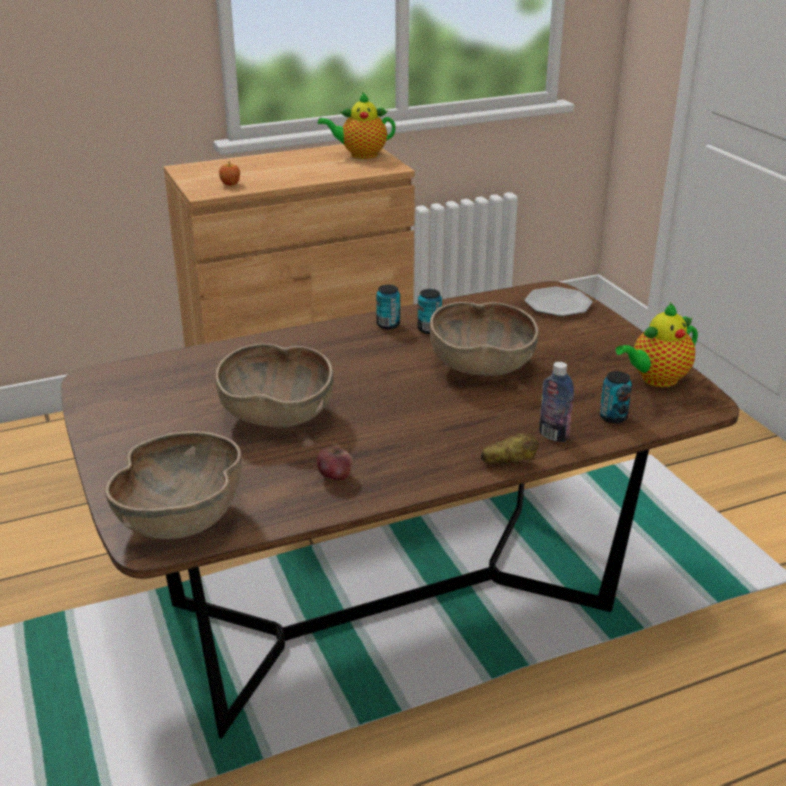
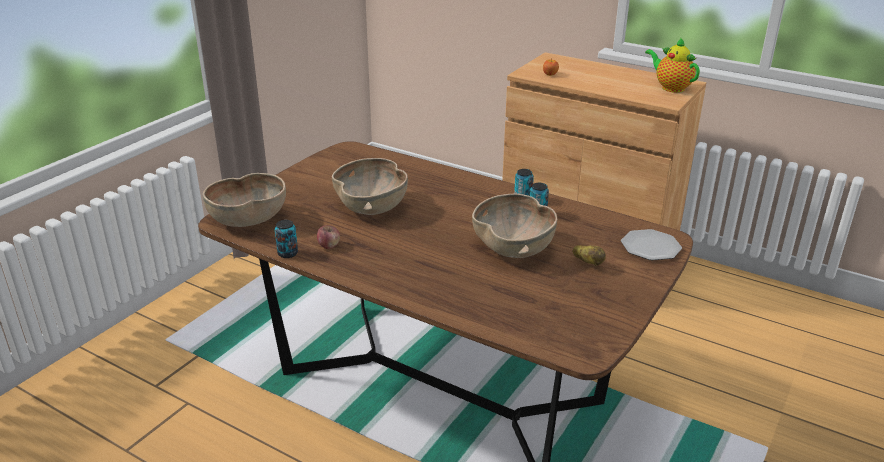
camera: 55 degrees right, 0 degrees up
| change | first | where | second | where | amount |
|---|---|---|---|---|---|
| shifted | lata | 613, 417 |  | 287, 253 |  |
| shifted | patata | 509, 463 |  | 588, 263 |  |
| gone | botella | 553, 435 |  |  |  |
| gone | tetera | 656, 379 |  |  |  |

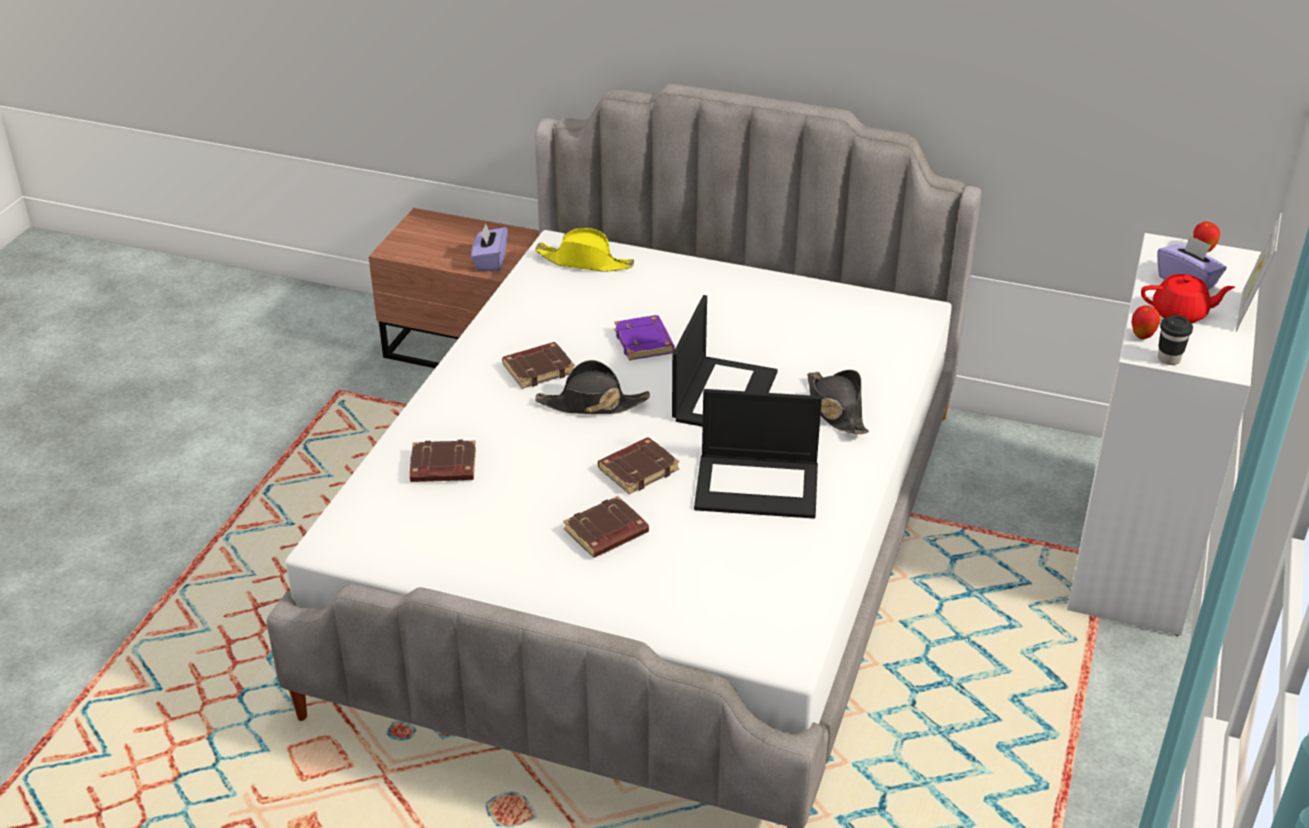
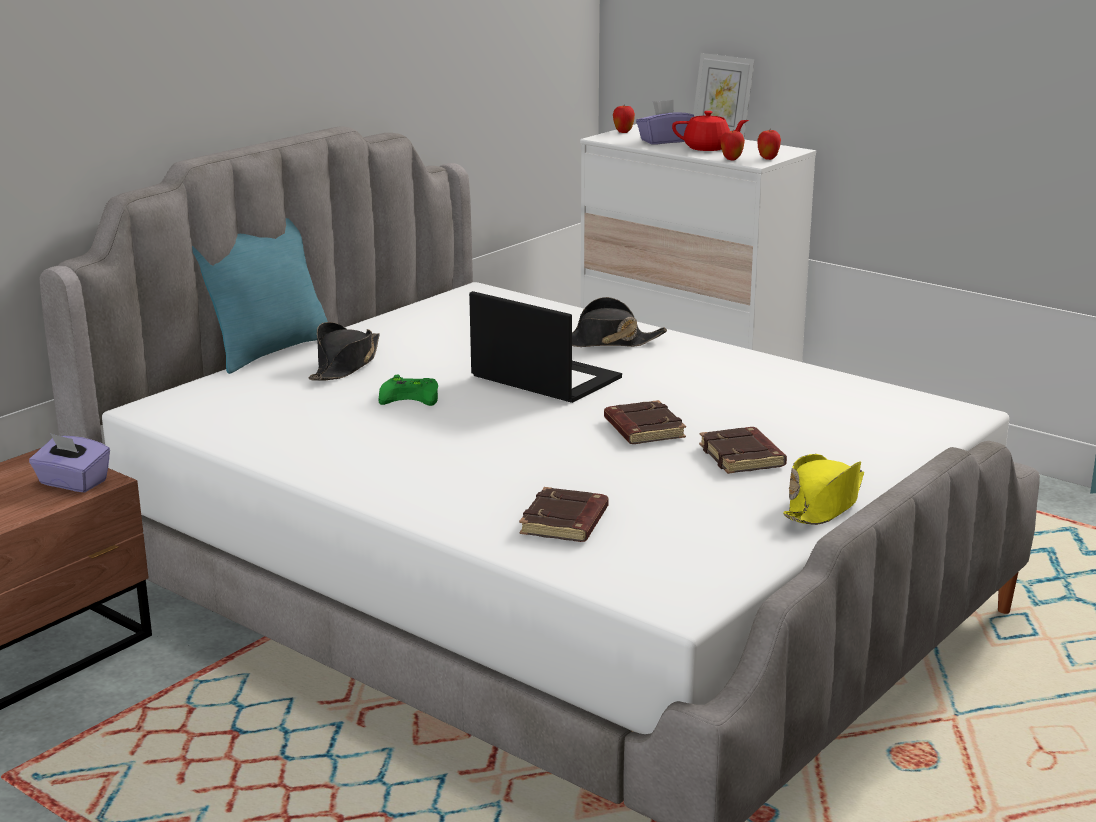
camera: 70 degrees left, 15 degrees down
| change | first | where | second | where | amount |
|---|---|---|---|---|---|
| new |  |  | cojín/turquesa | 270, 351 |  |
| shifted | sombrero/negro | 592, 404 |  | 345, 365 |  |
| swapped | libro/morado | 645, 342 | mando de consola/verde | 412, 396 |  |
| rotated | tetera/rojo | 1180, 314 |  | 708, 148 | 75 degrees clockwise |
| swapped | taza/negro | 1168, 359 | manzana | 768, 158 |  |
| shifted | sombrero/amarillo | 585, 262 |  | 824, 504 |  |
| gone | libro/marrón | 538, 369 |  |  |  |
| gone | portátil | 758, 485 |  |  |  |

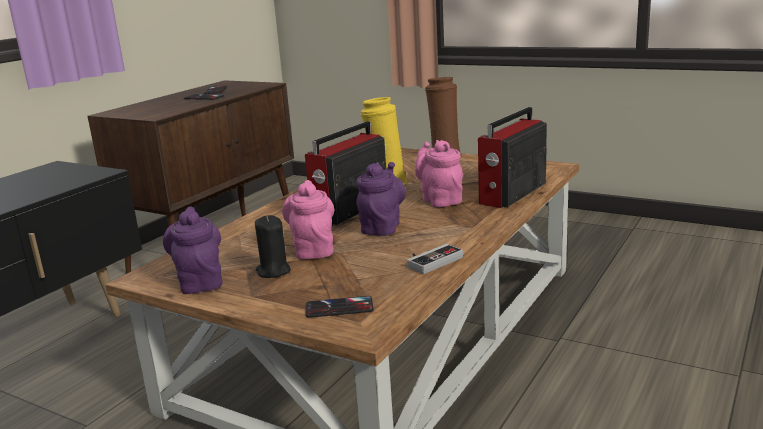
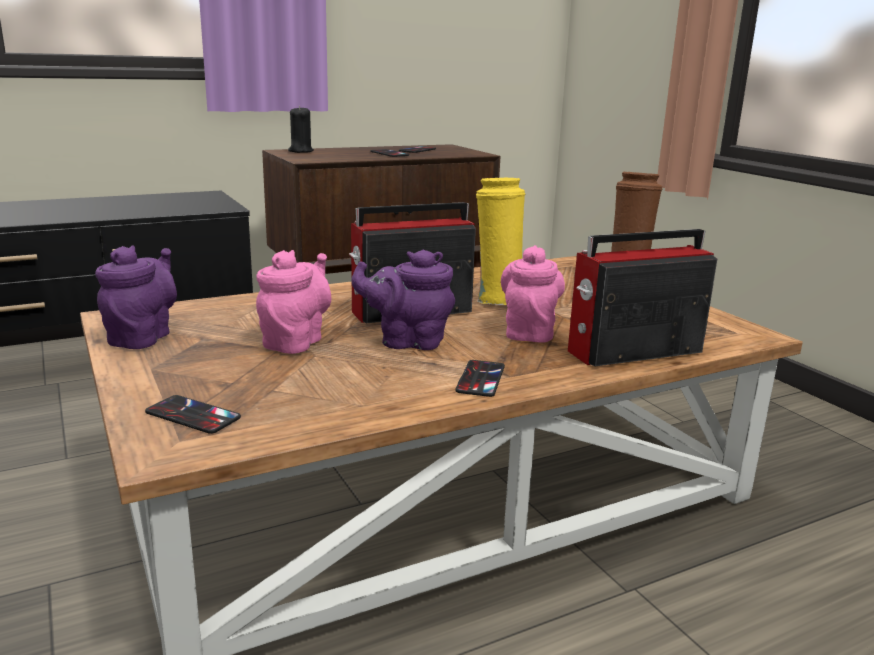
camera: 30 degrees right, 0 degrees up
| change | first | where | second | where | amount |
|---|---|---|---|---|---|
| shifted | vela/negro | 273, 271 |  | 300, 151 |  |
| rotated | tetera/morado | 382, 227 |  | 407, 341 | 135 degrees counterclockwise |
| new |  |  | móvil | 480, 379 |  |
| gone | mando de consola | 431, 260 |  |  |  |

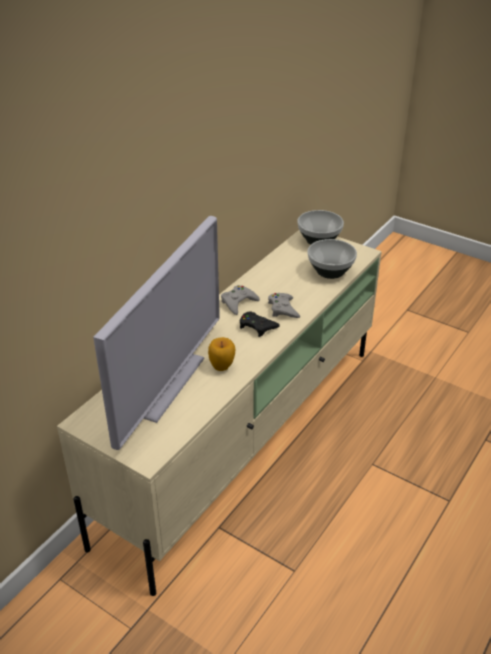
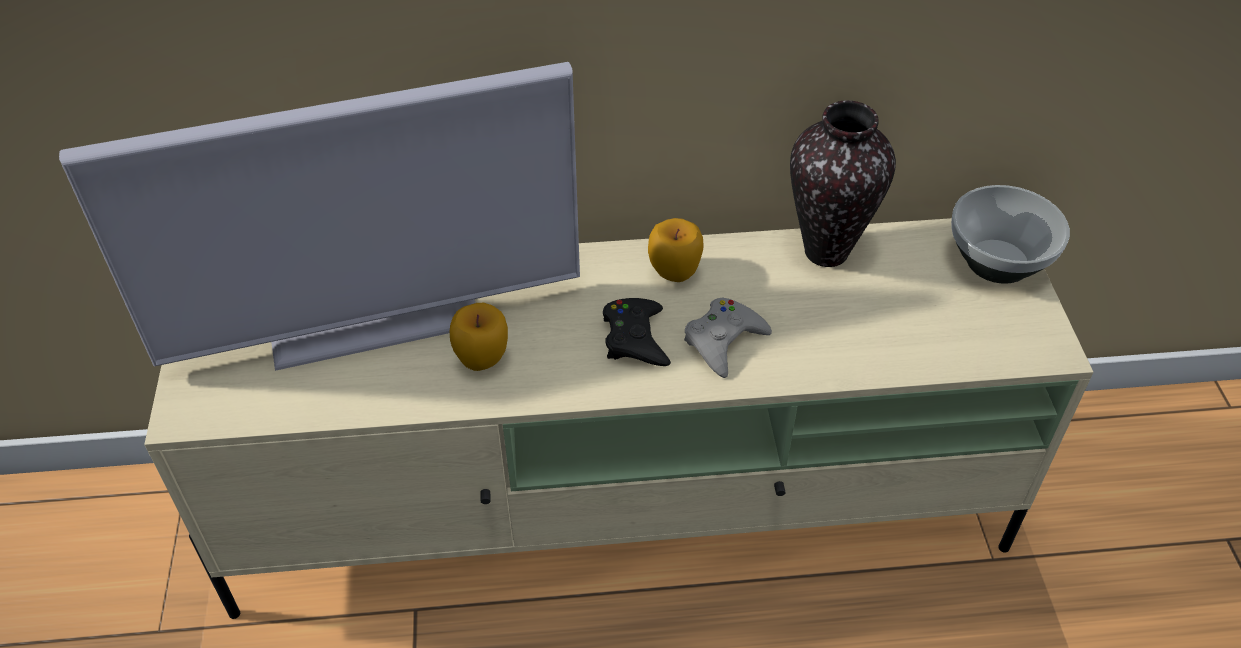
camera: 50 degrees right, 10 degrees up
| change | first | where | second | where | amount |
|---|---|---|---|---|---|
| swapped | mando de consola/gris | 238, 302 | manzana | 674, 274 |  |
| new |  |  | florero | 828, 251 |  |
| gone | cuenco | 330, 272 |  |  |  |

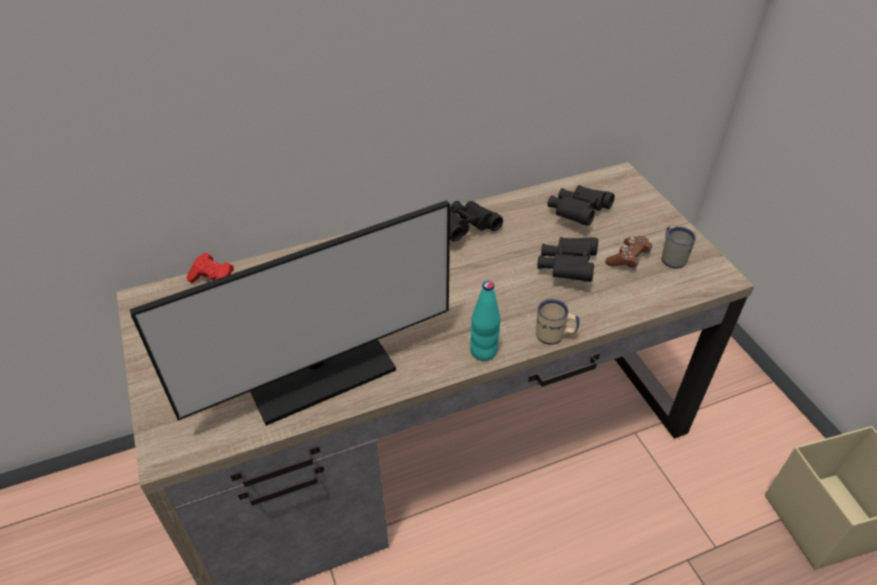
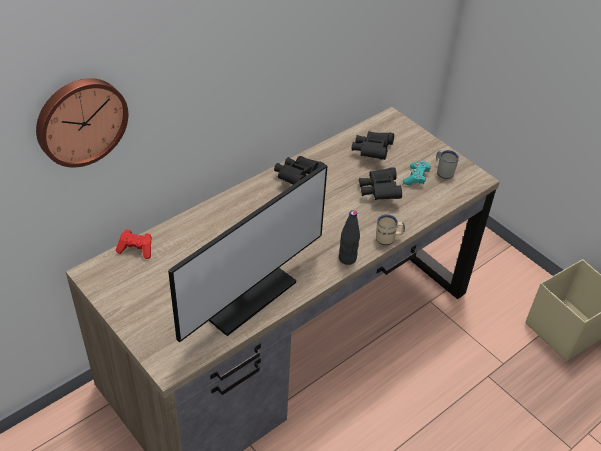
camera: 20 degrees left, 0 degrees up
| change | first | where | second | where | amount |
|---|---|---|---|---|---|
| new |  |  | reloj de pared | 80, 120 |  |
| repainted | botella/turquesa | 483, 352 | botella/negro | 347, 258 |  |
| repainted | mando de consola/marrón | 628, 258 | mando de consola/turquesa | 416, 177 |  |

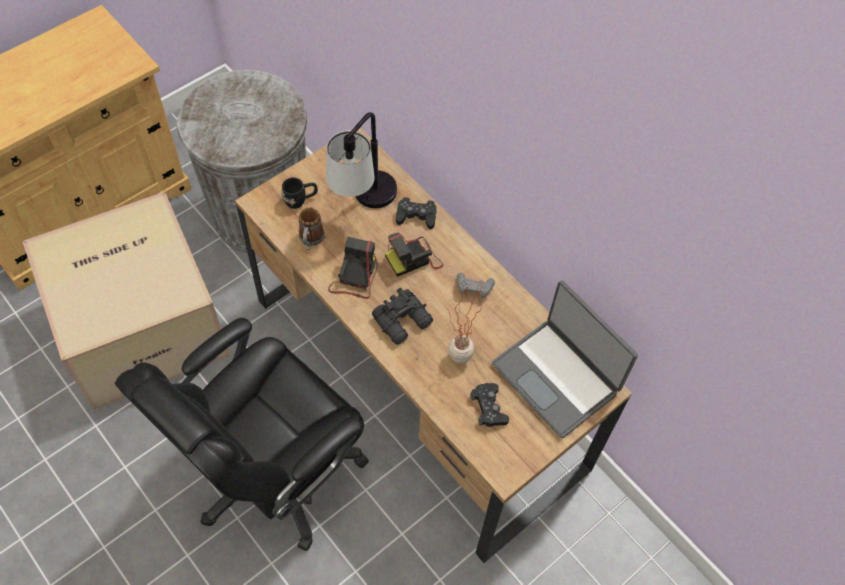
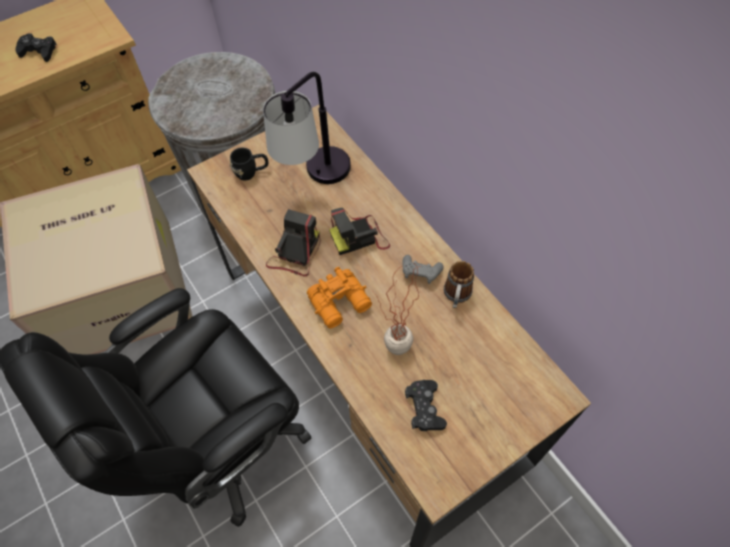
camera: 10 degrees right, 0 degrees up
| change | first | where | second | where | amount |
|---|---|---|---|---|---|
| shifted | mando de consola/negro | 416, 216 |  | 39, 51 |  |
| repainted | prismáticos/negro | 404, 321 | prismáticos/naranja | 341, 303 |  |
| shifted | taza grande | 310, 241 |  | 456, 297 |  |
| gone | portátil | 556, 377 |  |  |  |

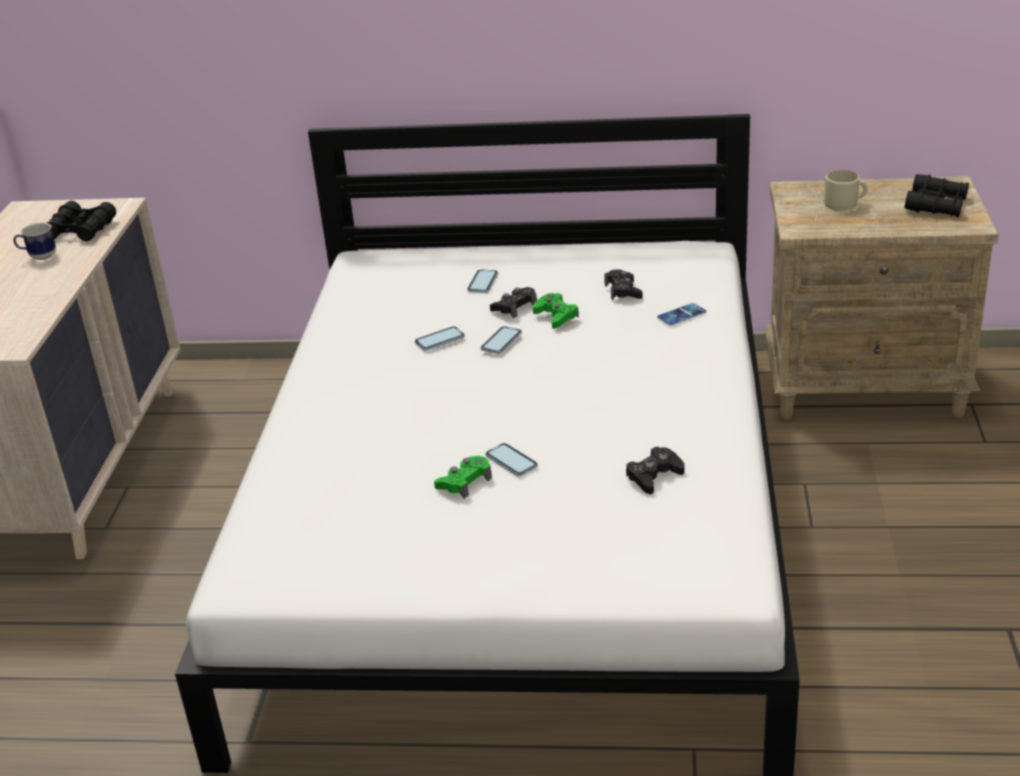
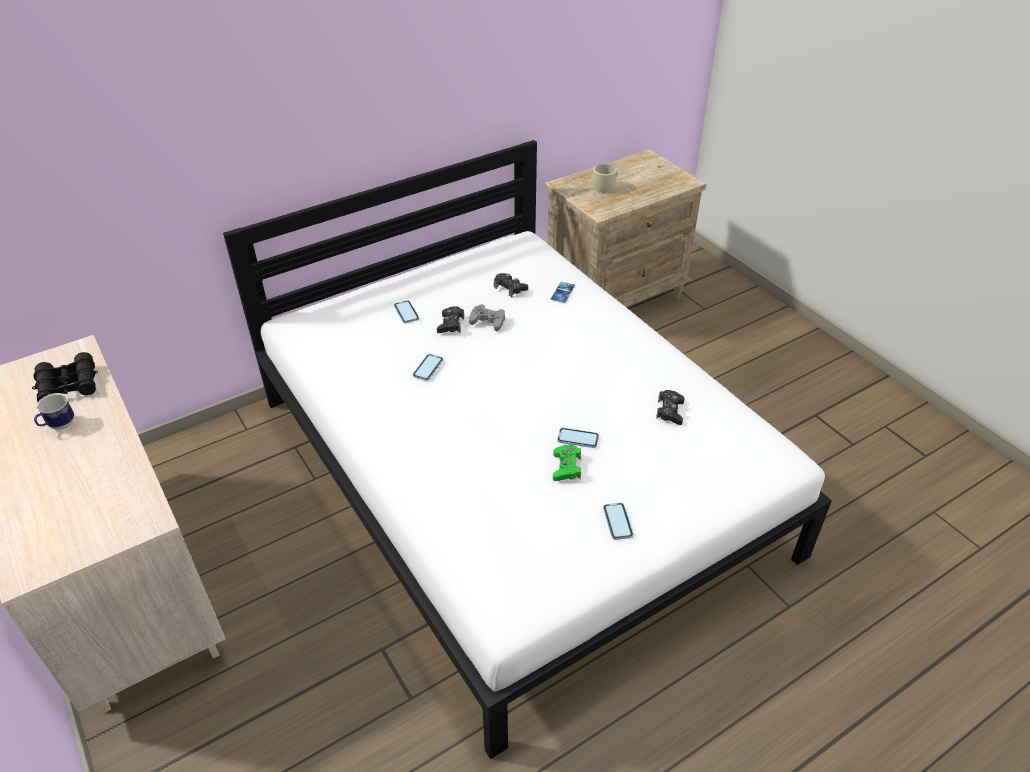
camera: 40 degrees left, 10 degrees up
| change | first | where | second | where | amount |
|---|---|---|---|---|---|
| repainted | mando de consola/verde | 556, 316 | mando de consola/gris | 488, 321 |  |
| shifted | móvil | 501, 341 |  | 617, 522 |  |
| gone | prismáticos/negro | 936, 205 |  |  |  |

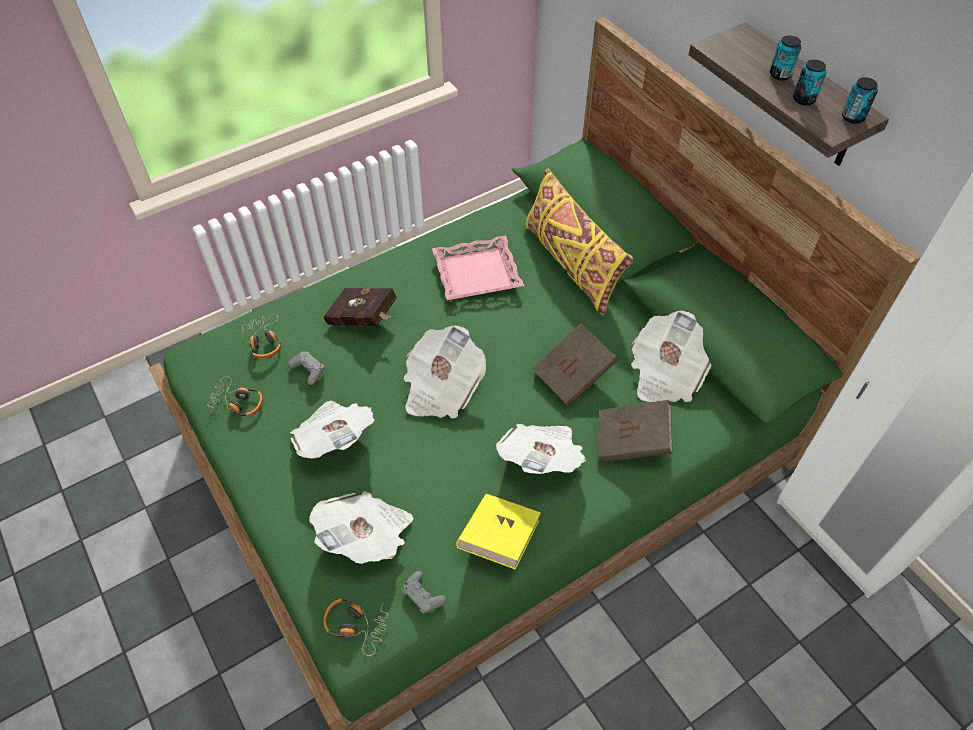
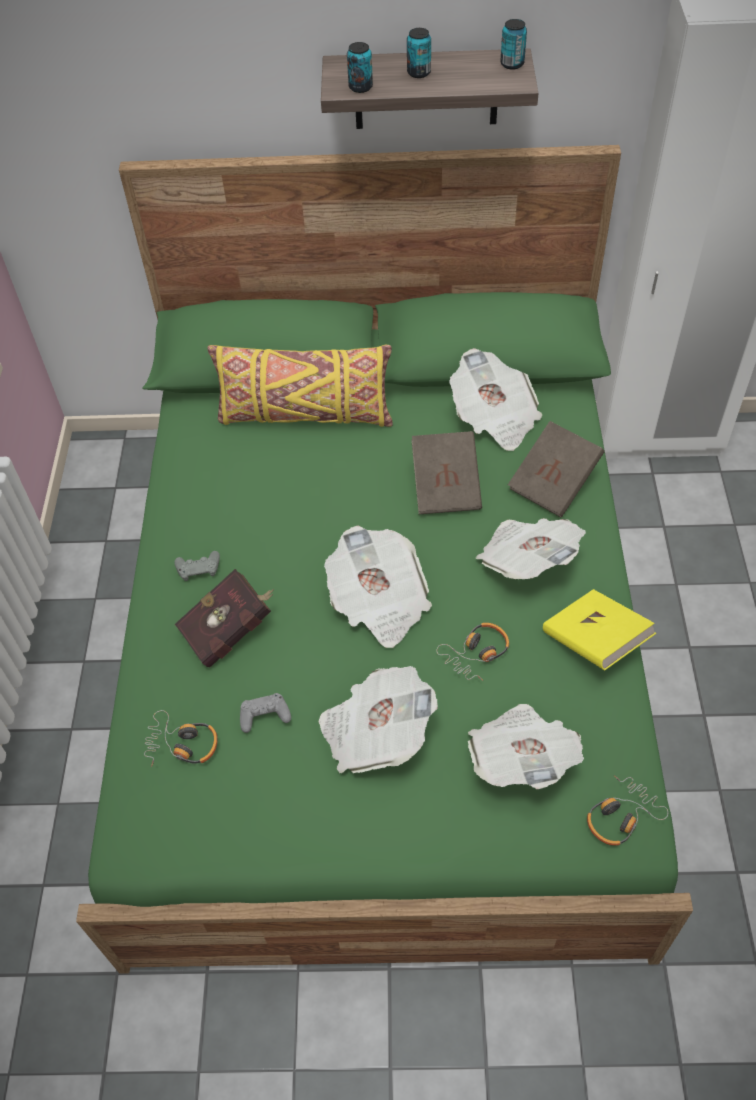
camera: 55 degrees left, 0 degrees up
| change | first | where | second | where | amount |
|---|---|---|---|---|---|
| shifted | mando de consola/gris | 423, 595 |  | 198, 568 |  |
| shifted | lata | 803, 99 |  | 360, 87 |  |
| shifted | auriculares | 237, 403 |  | 476, 654 |  |
| gone | bandeja/rosa | 477, 273 |  |  |  |

